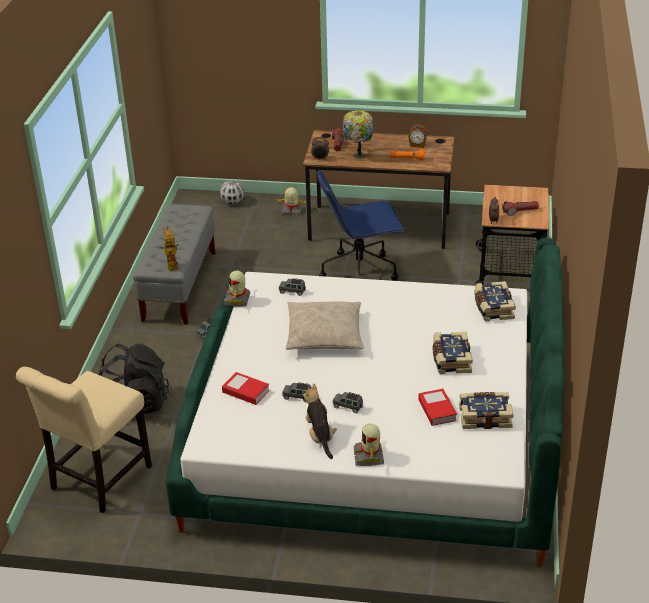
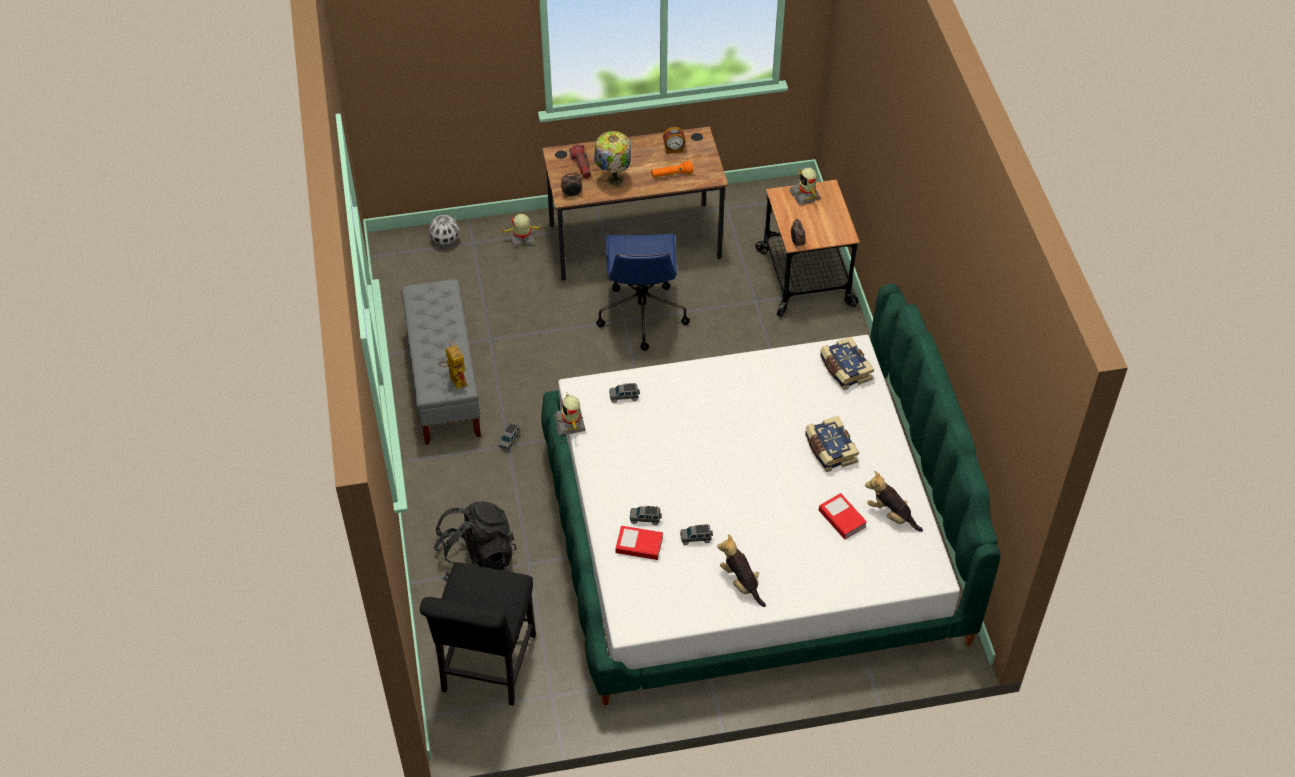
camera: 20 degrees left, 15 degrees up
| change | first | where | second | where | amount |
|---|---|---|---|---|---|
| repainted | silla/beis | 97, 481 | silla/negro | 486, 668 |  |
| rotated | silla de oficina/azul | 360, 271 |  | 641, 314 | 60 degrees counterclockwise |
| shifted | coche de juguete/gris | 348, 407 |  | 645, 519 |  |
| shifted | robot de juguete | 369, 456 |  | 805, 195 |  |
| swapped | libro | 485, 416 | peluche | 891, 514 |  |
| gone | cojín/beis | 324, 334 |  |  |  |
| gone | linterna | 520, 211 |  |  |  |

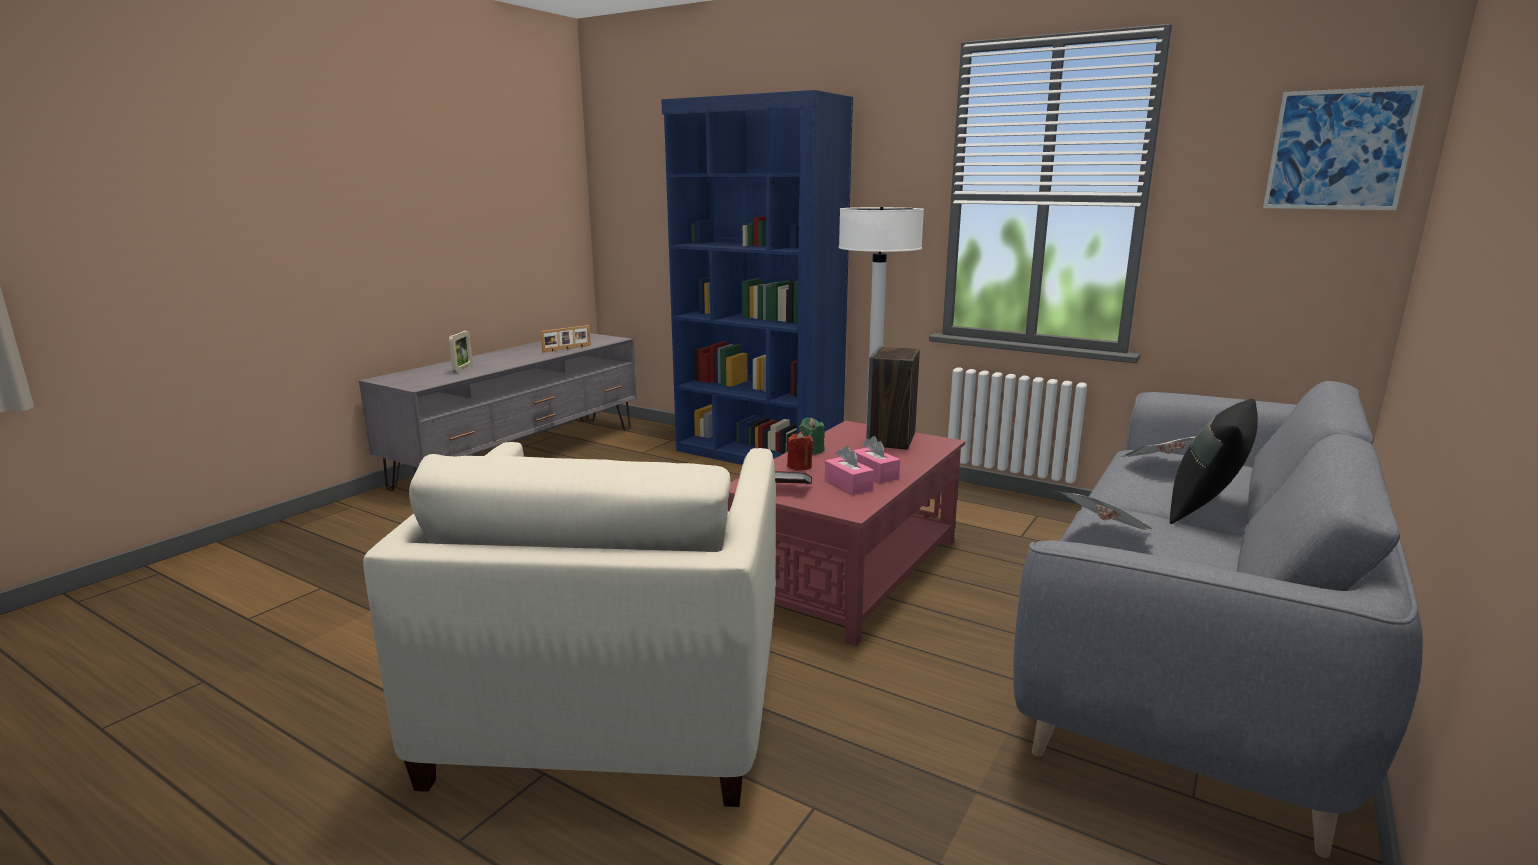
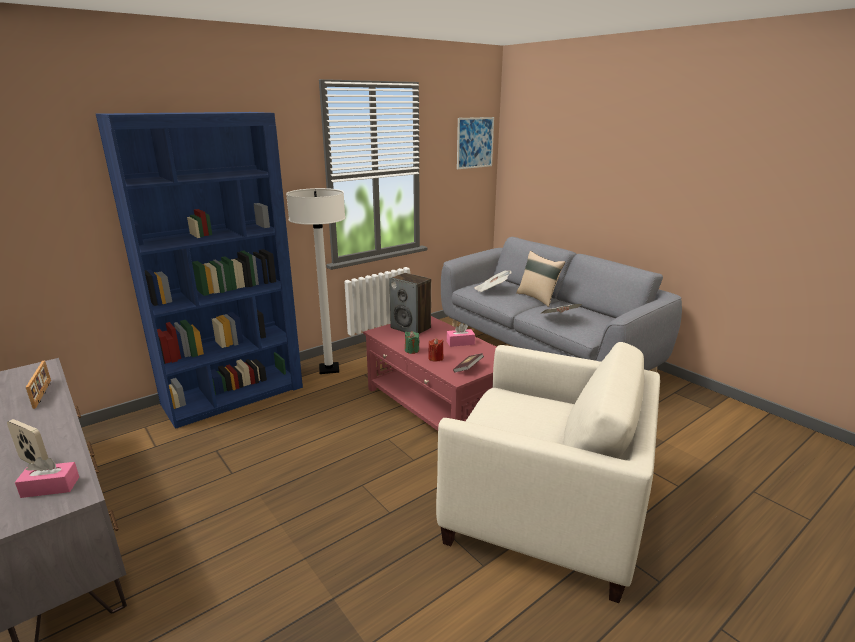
camera: 70 degrees left, 5 degrees up
| change | first | where | second | where | amount |
|---|---|---|---|---|---|
| shifted | caja de pañuelos/rosa | 848, 484 |  | 50, 487 |  |
| repainted | cojín/negro | 1205, 510 | cojín/beis | 538, 298 |  |

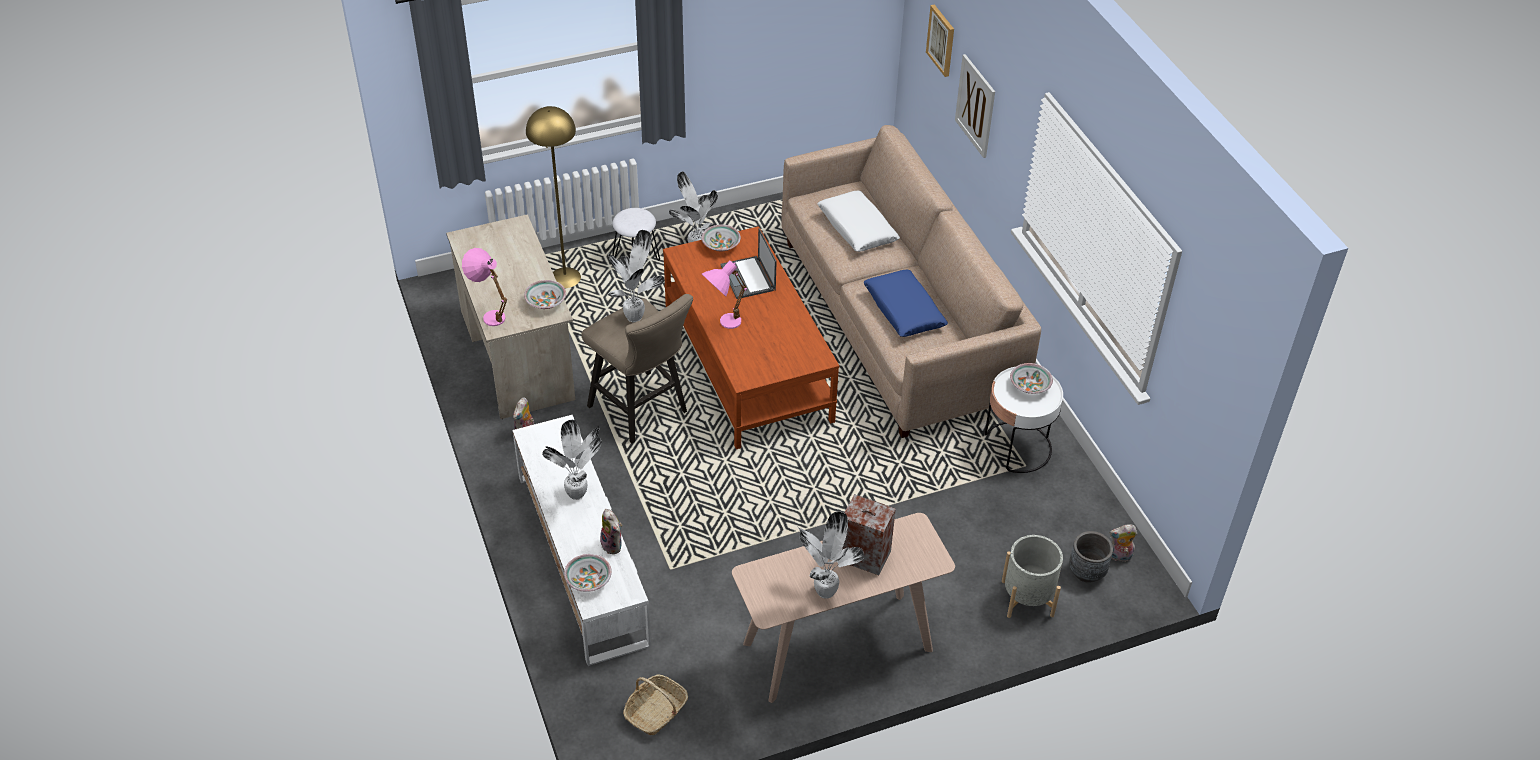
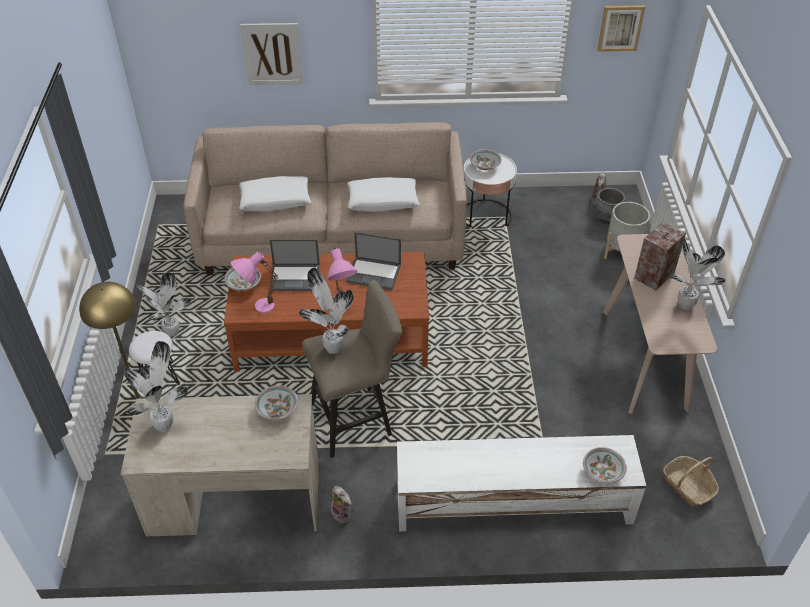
camera: 70 degrees left, 0 degrees up
| change | first | where | second | where | amount |
|---|---|---|---|---|---|
| shifted | planta en maceta | 578, 494 |  | 165, 424 |  |
| shifted | lámpara de mesa/rosa | 489, 313 |  | 257, 307 |  |
| new |  |  | portátil | 374, 273 |  |
| repainted | cojín/azul | 903, 310 | cojín/blanco | 382, 201 |  |
| shifted | cuadro | 941, 40 |  | 620, 27 |  |
| gone | peluche | 613, 545 |  |  |  |

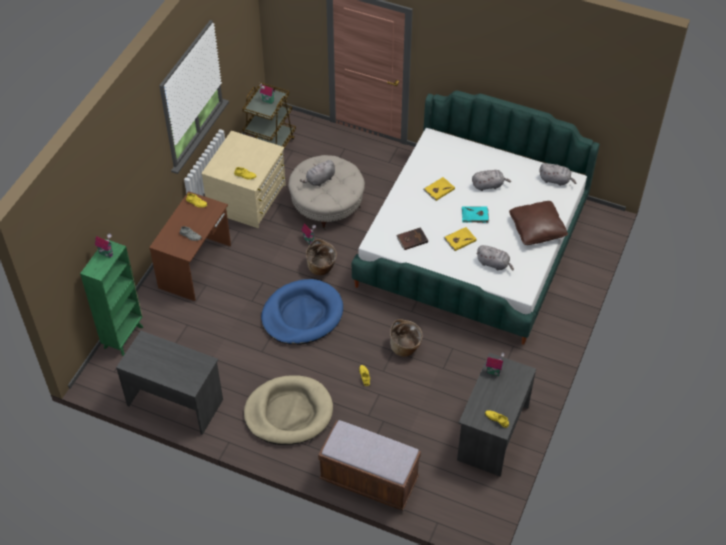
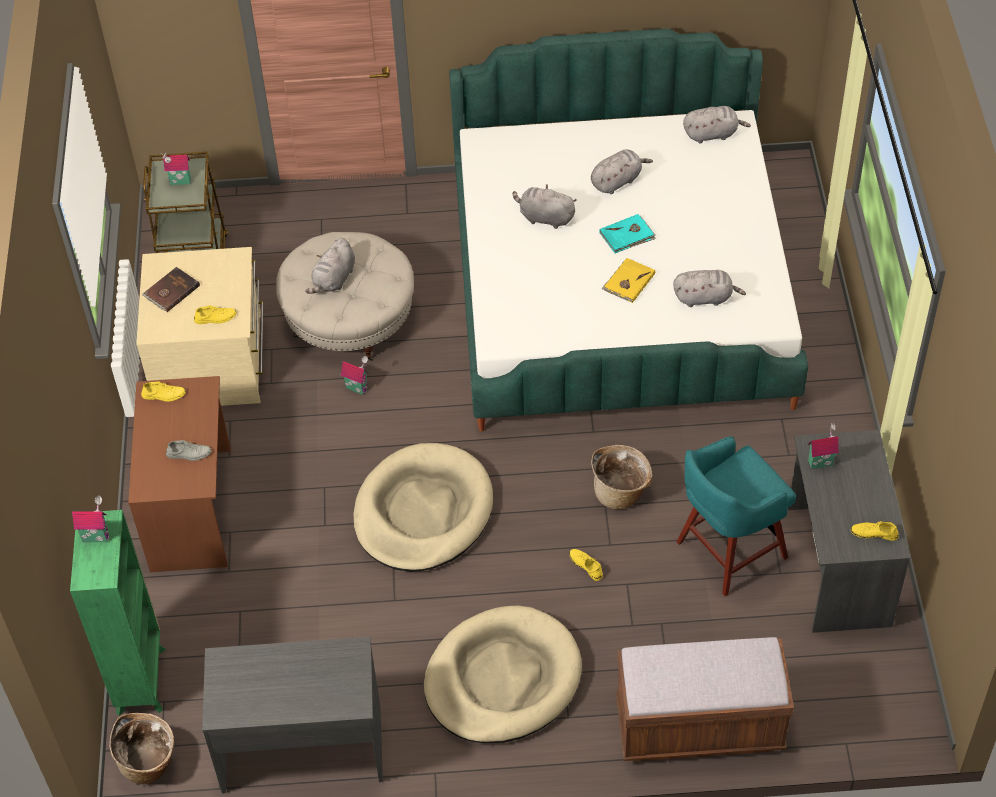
camera: 25 degrees left, 0 degrees up
| change | first | where | second | where | amount |
|---|---|---|---|---|---|
| shifted | cesta | 321, 268 |  | 149, 764 |  |
| shifted | libro/marrón | 412, 239 |  | 171, 291 |  |
| repainted | cama para perro/azul | 302, 315 | cama para perro/beis | 423, 512 |  |
| swapped | libro/amarillo | 438, 189 | peluche/gris | 544, 218 |  |
| new |  |  | taburete/turquesa | 728, 551 |  |
| gone | cojín/marrón | 537, 229 |  |  |  |

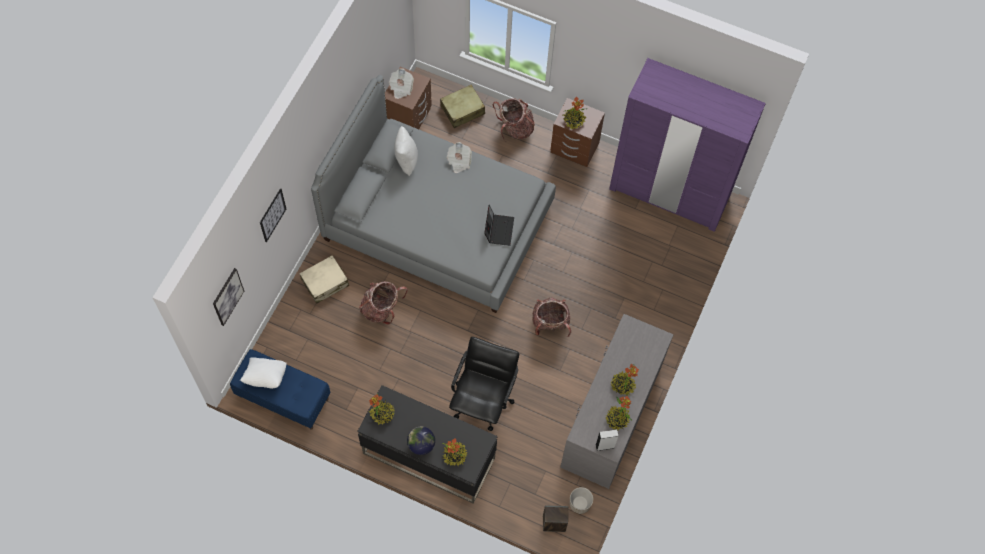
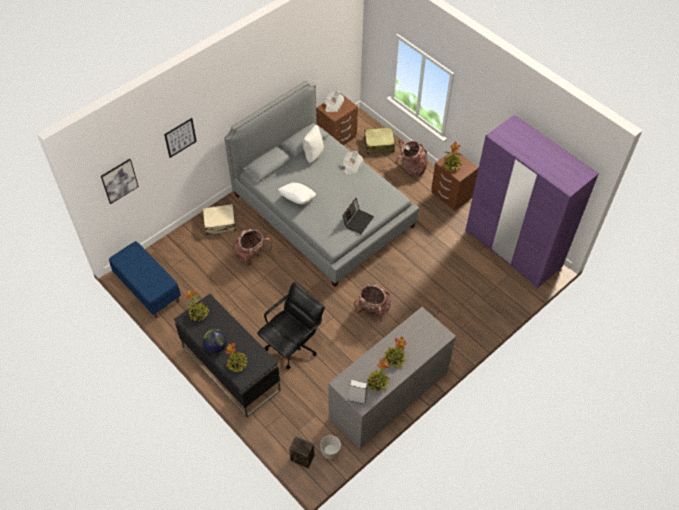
camera: 25 degrees right, 10 degrees down
| change | first | where | second | where | amount |
|---|---|---|---|---|---|
| shifted | cojín/blanco | 265, 378 |  | 297, 200 |  |

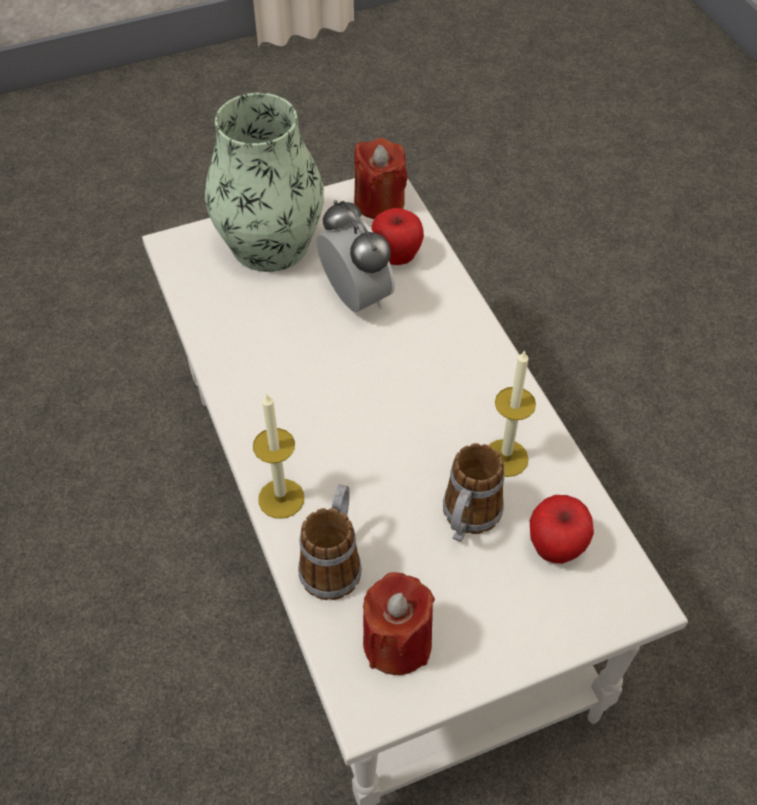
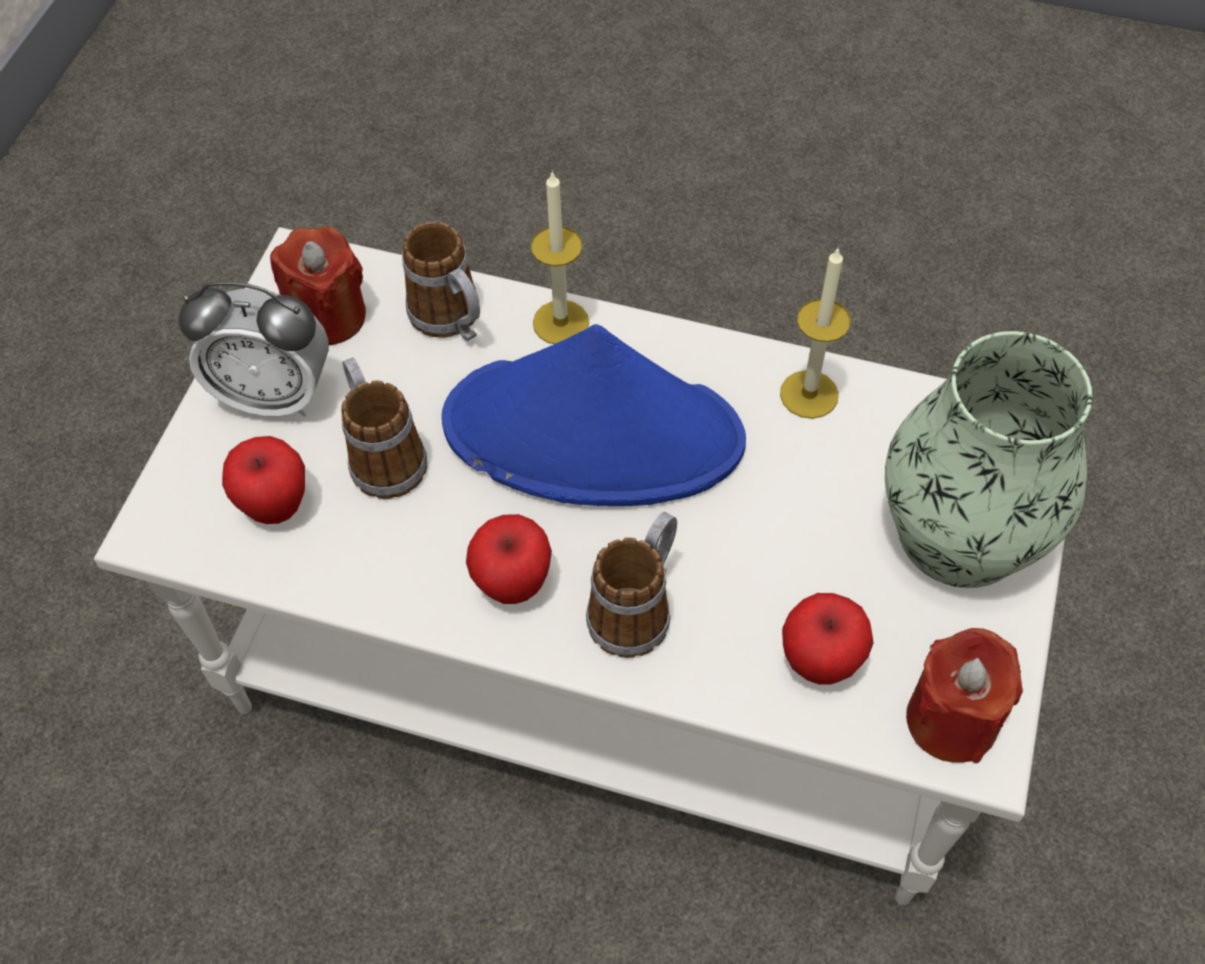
camera: 130 degrees right, 5 degrees up
| change | first | where | second | where | amount |
|---|---|---|---|---|---|
| shifted | despertador | 356, 298 |  | 275, 395 |  |
| new |  |  | sombrero/azul | 595, 432 |  |
| new |  |  | manzana | 513, 584 |  |
| new |  |  | taza grande | 637, 607 |  |
| shifted | vela | 505, 458 |  | 809, 394 |  |

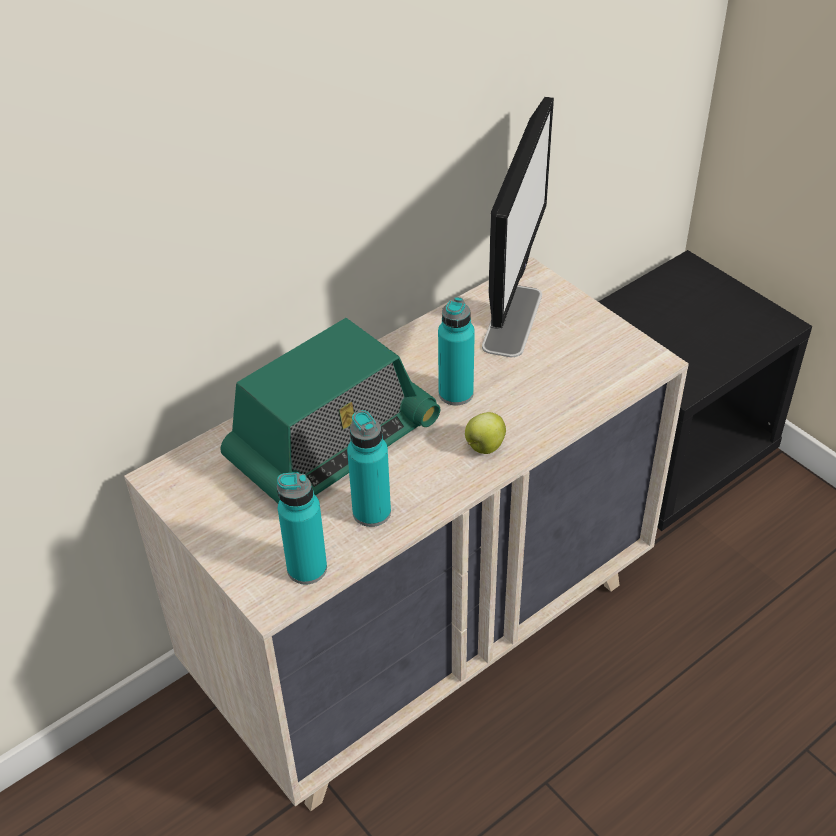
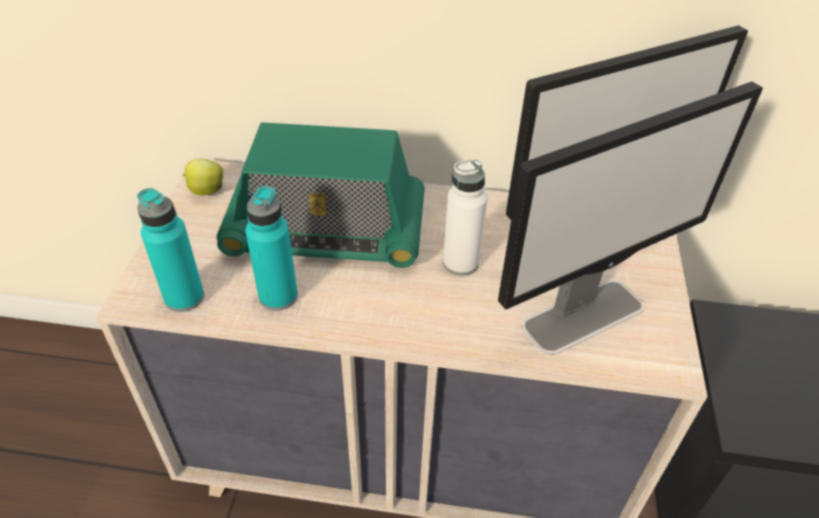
camera: 45 degrees right, 0 degrees up
| change | first | where | second | where | amount |
|---|---|---|---|---|---|
| shifted | manzana | 484, 447 |  | 206, 191 |  |
| repainted | botella/turquesa | 456, 393 | botella/blanco | 460, 263 |  |
| new |  |  | monitor | 584, 315 |  |

